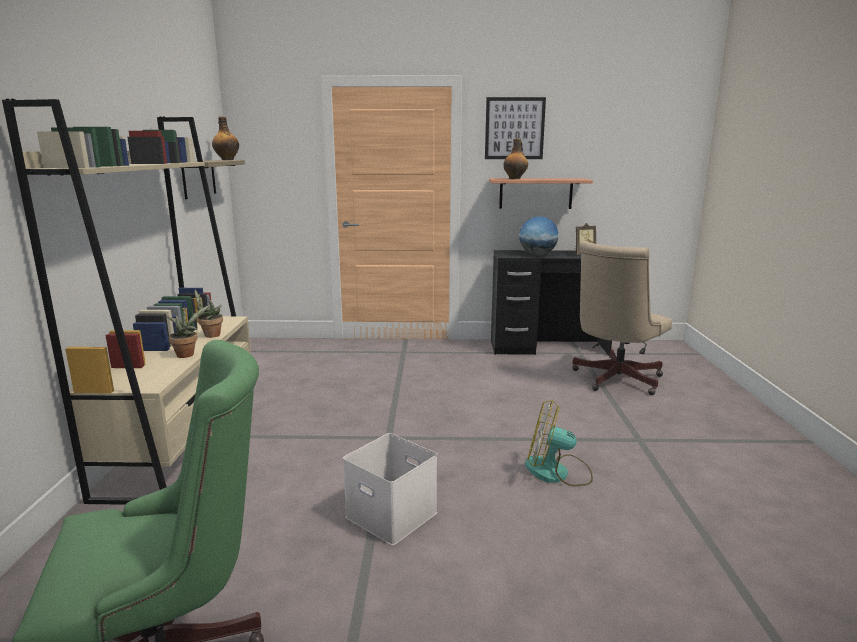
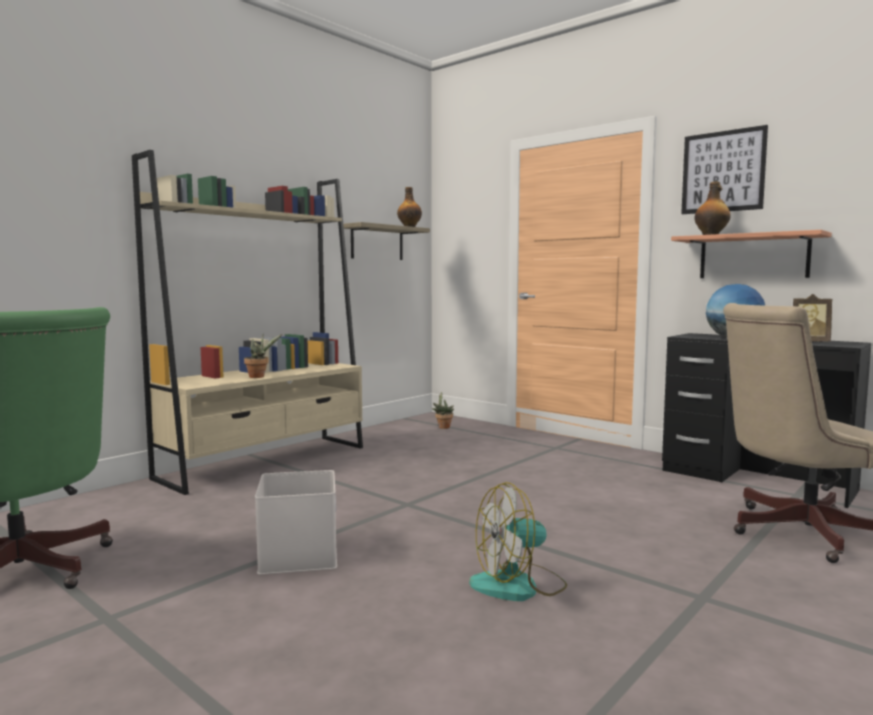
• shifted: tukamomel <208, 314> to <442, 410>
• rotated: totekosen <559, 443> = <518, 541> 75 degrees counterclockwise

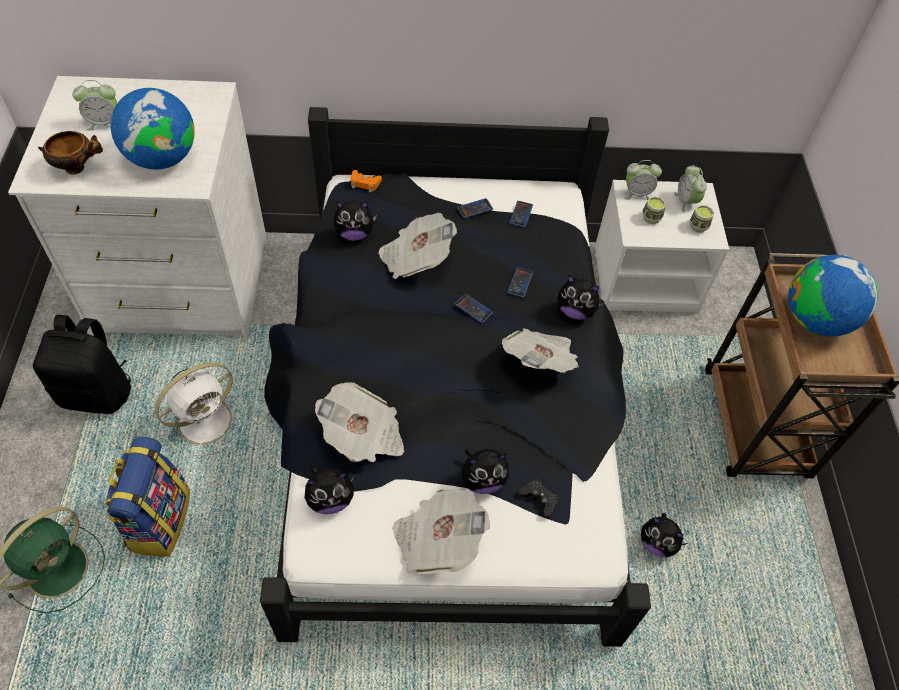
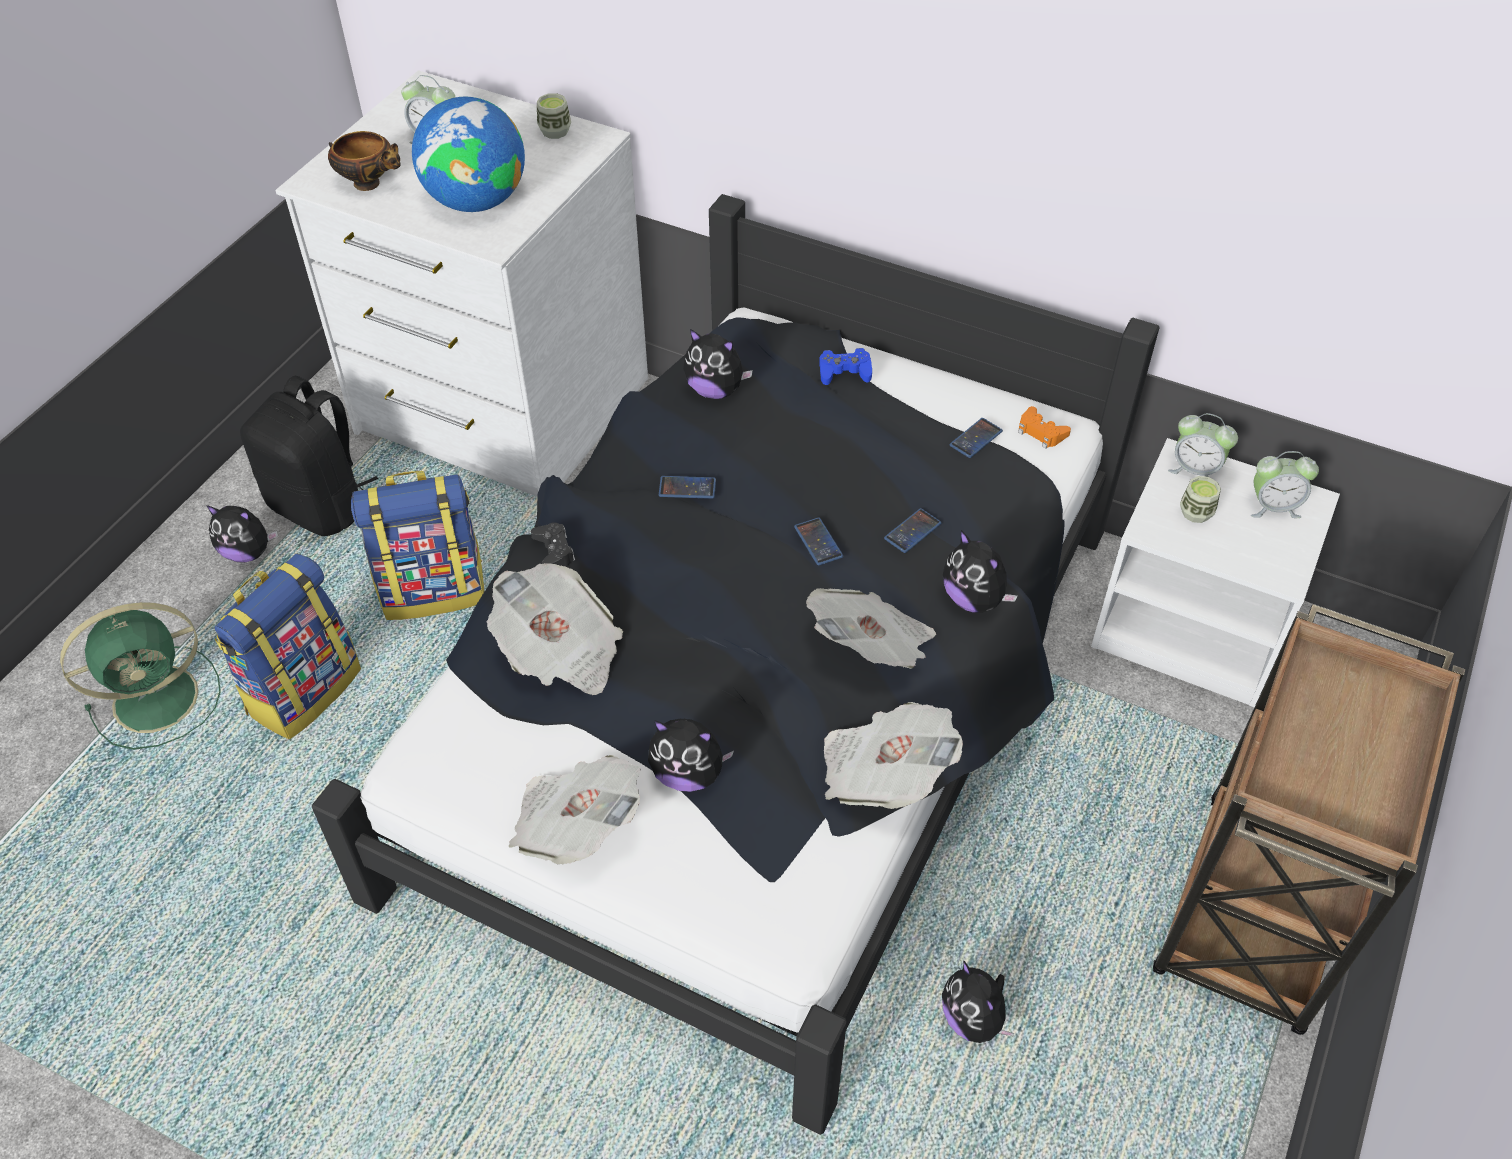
• gone: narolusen <833, 295>
• new: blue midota <845, 366>
• shifted: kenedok <330, 491> to <242, 533>
• shifted: orange midota <366, 181> to <1044, 427>
• shifted: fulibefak <417, 246> to <893, 755>
• shifted: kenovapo <475, 208> to <687, 487>
• shifted: black midota <539, 499> to <553, 544>
• shifted: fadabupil <702, 219> to <554, 116>
• swapped: white totekosen <200, 409> to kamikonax <418, 545>
• rotated: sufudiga <690, 189> = <1285, 484> 105 degrees counterclockwise

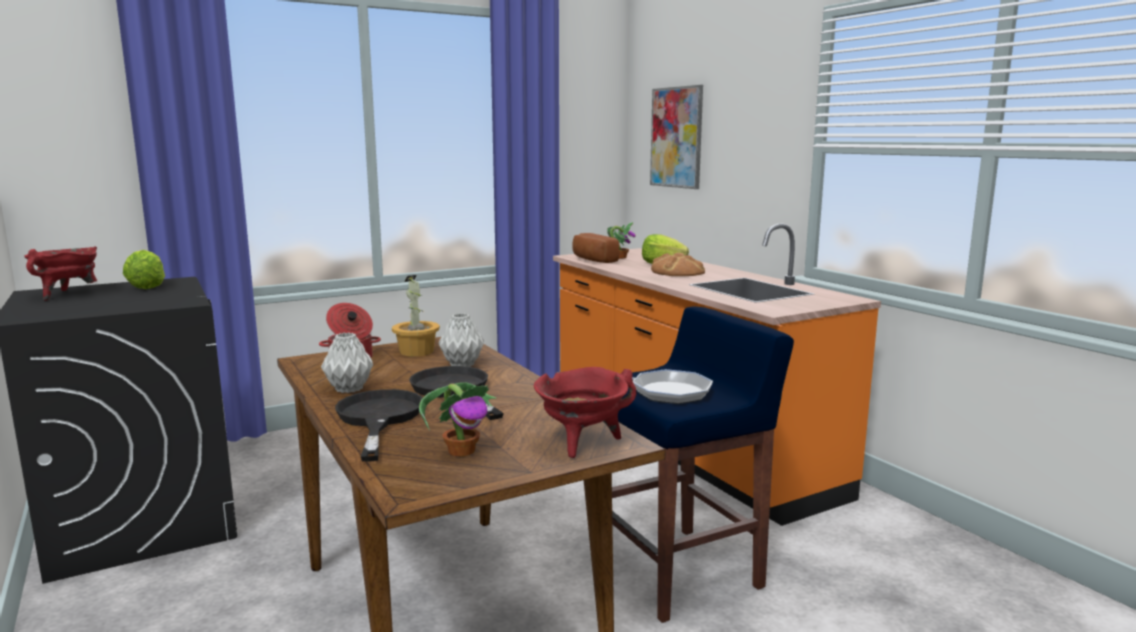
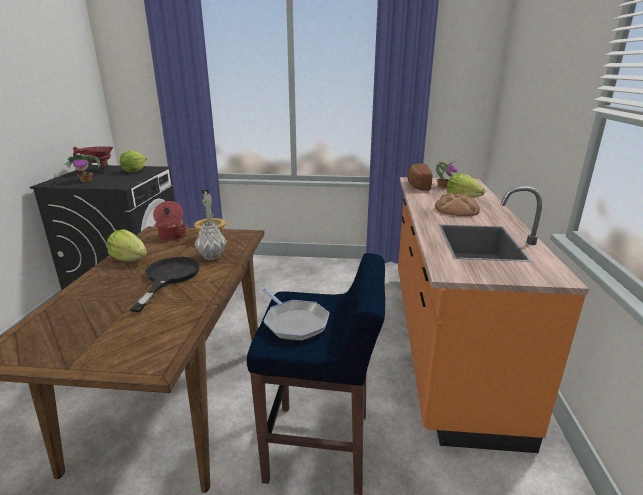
• gone: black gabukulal <379, 425>
• gone: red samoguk <585, 412>
• gone: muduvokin <676, 137>
• shifted: tukamomel <457, 419> to <82, 168>
• swapped: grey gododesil <347, 363> to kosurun <127, 245>

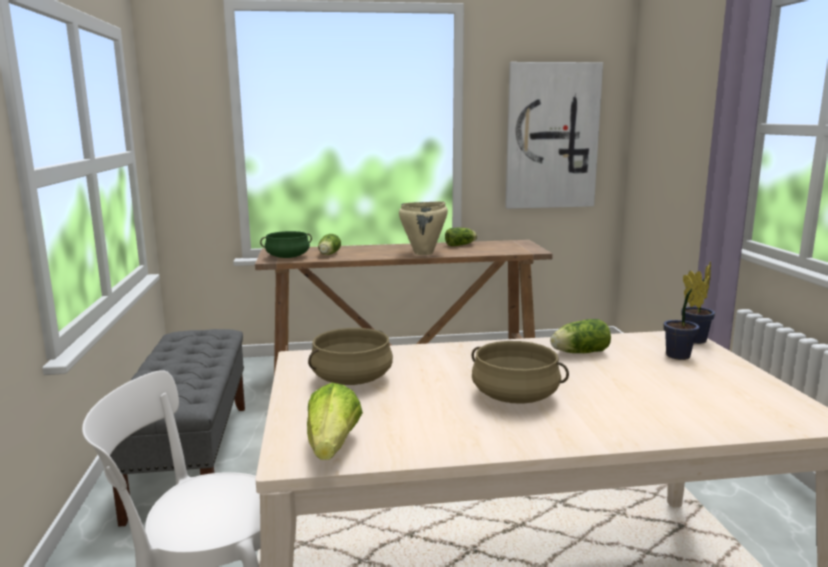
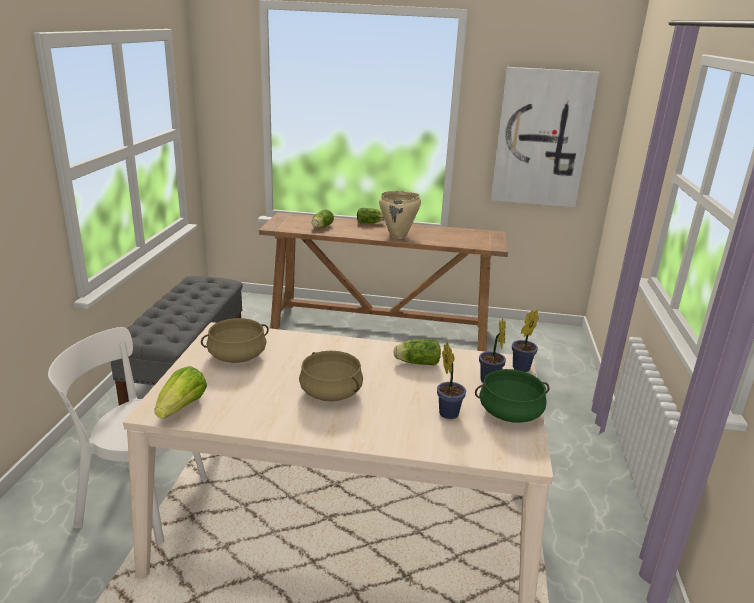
• new: tukamomel <451, 380>
• shifted: green samoguk <286, 244> to <512, 396>
• shifted: kosurun <461, 237> to <370, 216>

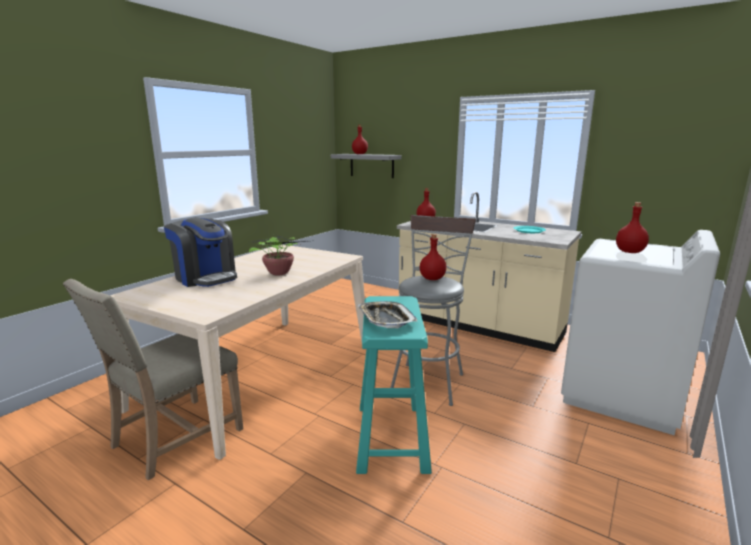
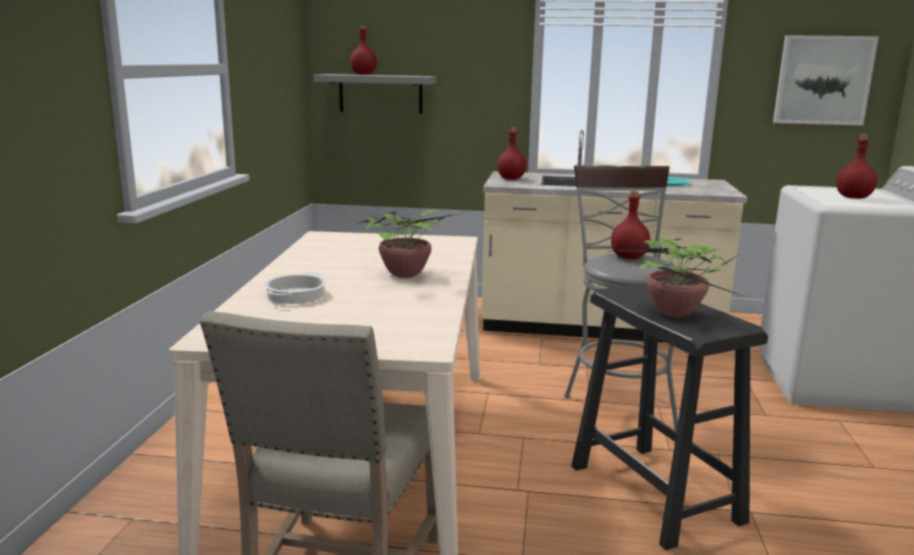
• new: muduvokin <826, 80>
• swapped: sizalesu <200, 252> to samoguk <295, 288>
• swapped: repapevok <388, 314> to tukamomel <680, 278>
• repainted: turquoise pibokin <394, 385> to black pibokin <669, 416>

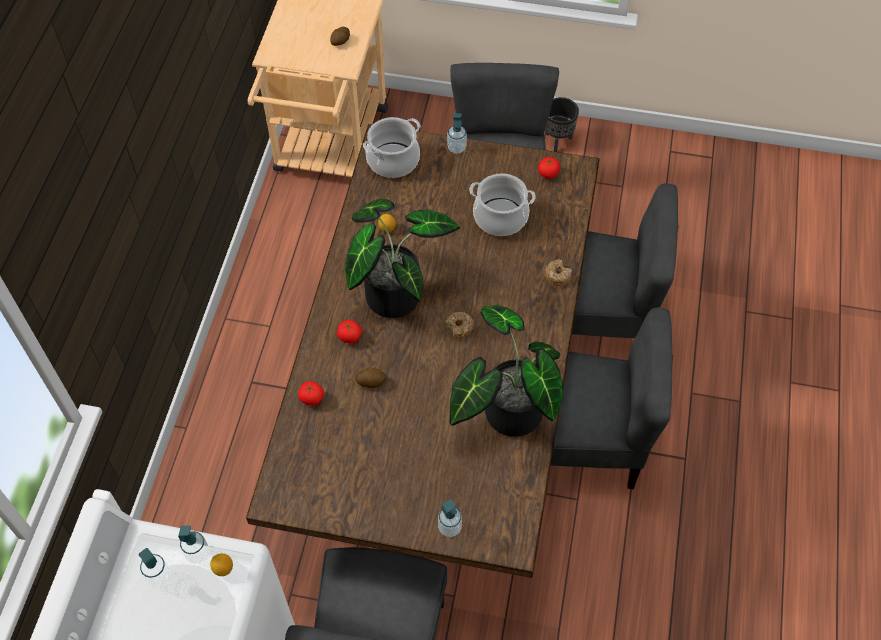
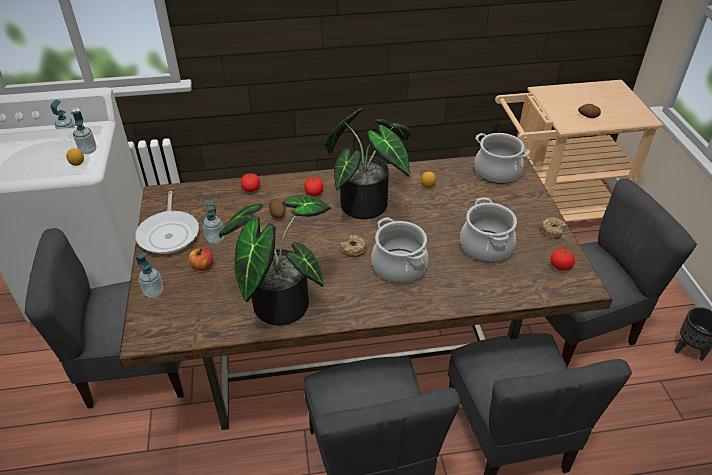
• new: gabukulal <167, 222>
• new: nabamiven <201, 259>
• new: samoguk <399, 250>
• shifted: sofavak <457, 133> to <213, 222>
• shifted: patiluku <558, 272> to <553, 228>

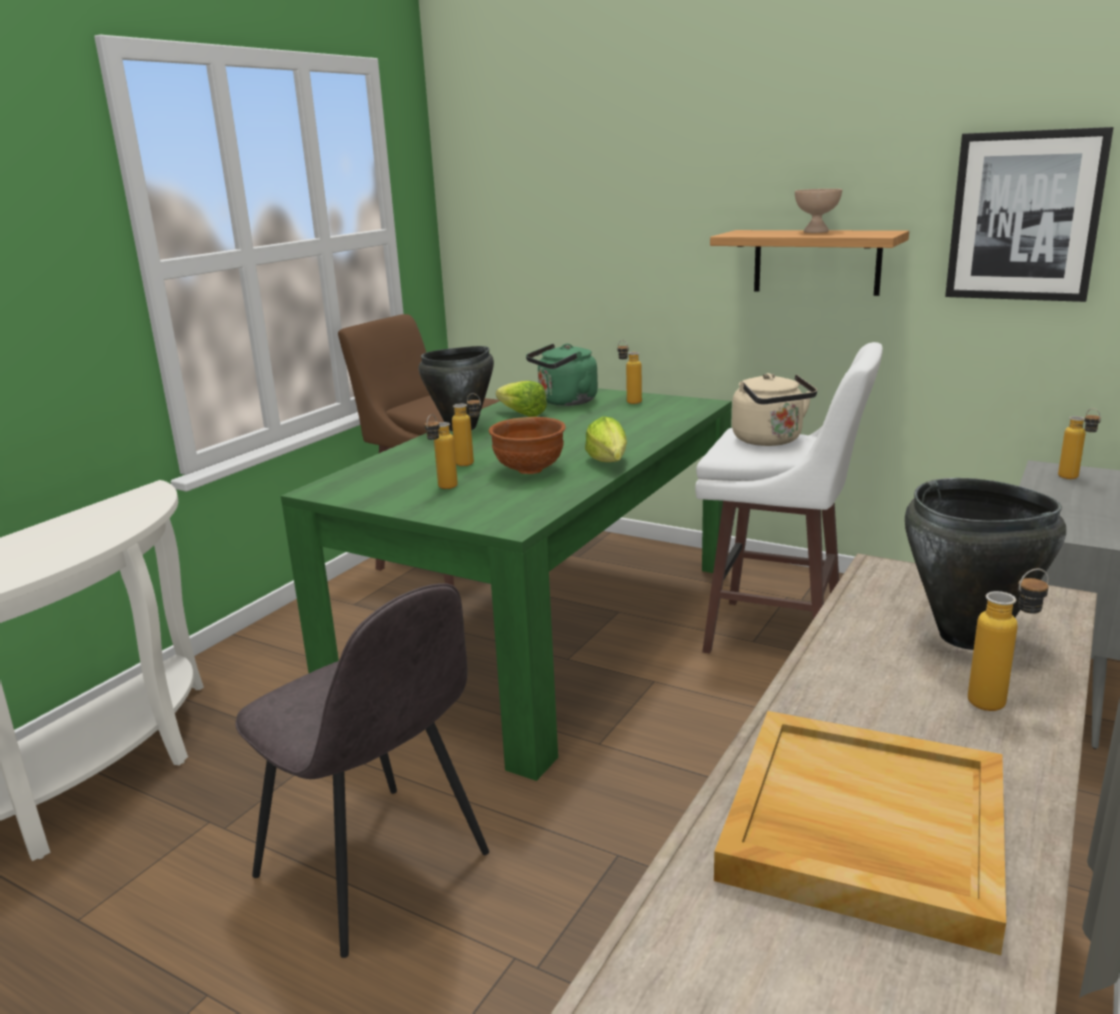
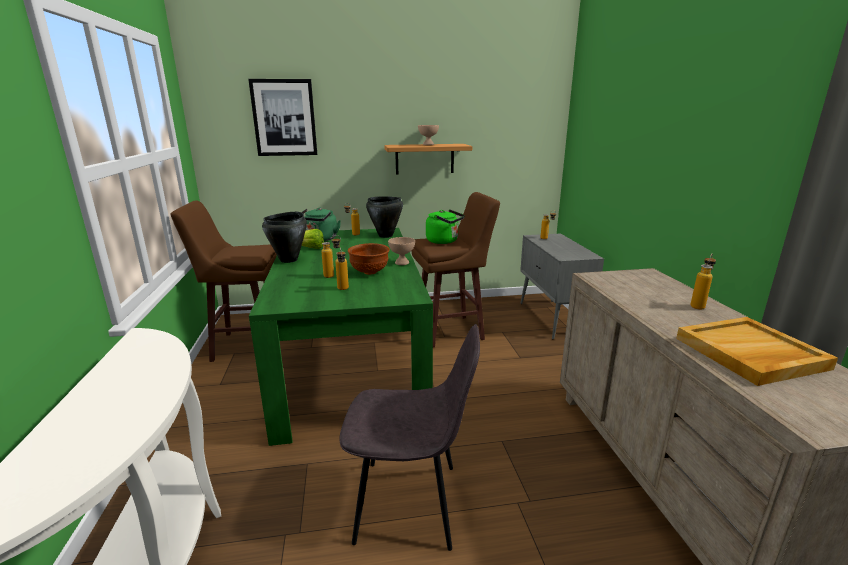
• shifted: black samoguk <985, 564> to <384, 217>
• shifted: muduvokin <1029, 214> to <282, 117>
• swapped: kosurun <606, 439> to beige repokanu <401, 251>
• repainted: white pibokin <789, 498> to brown pibokin <456, 269>
• repainted: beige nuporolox <774, 409> to green nuporolox <445, 226>

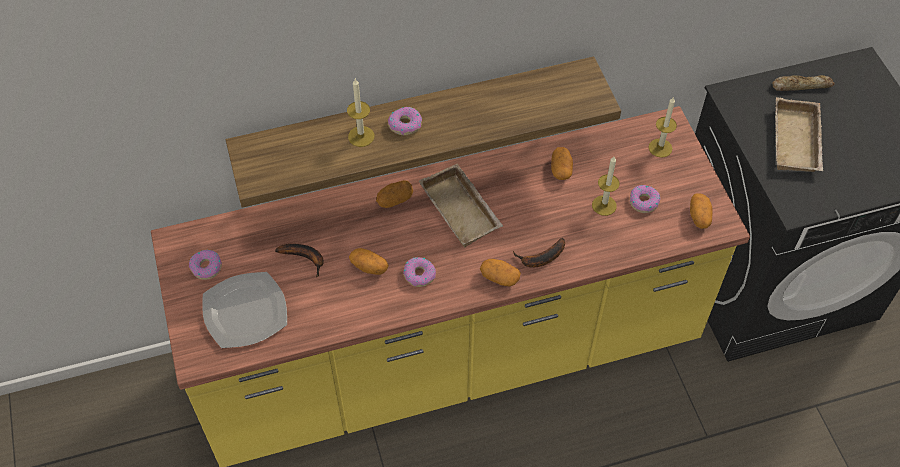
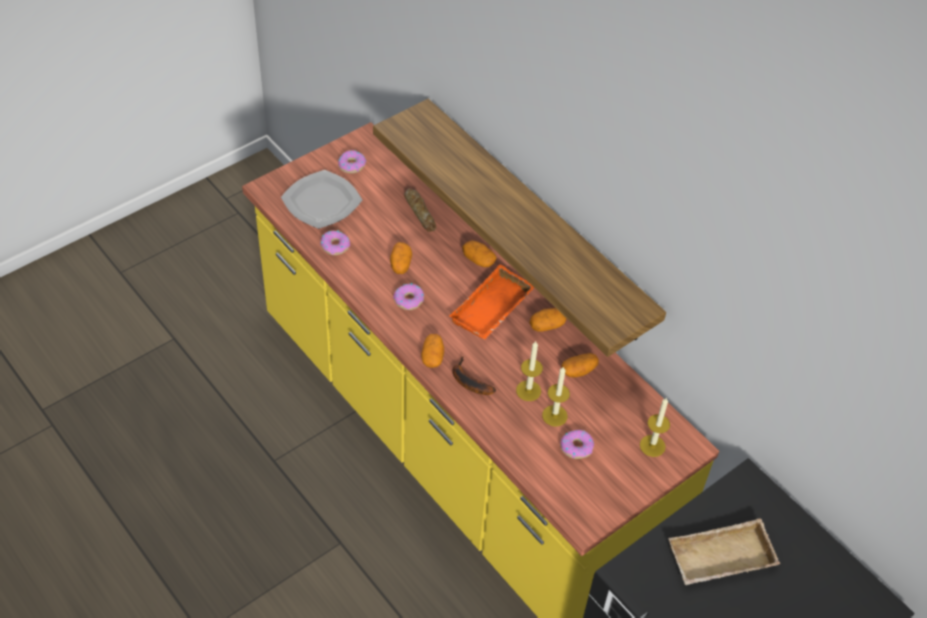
• gone: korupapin <299, 260>
• shifted: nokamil <360, 113> to <529, 371>
• shifted: patiluku <405, 121> to <335, 242>
• shifted: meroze <701, 211> to <548, 320>
• shifted: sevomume <803, 83> to <420, 210>
• repainted: beige repapevok <461, 205> to orange repapevok <491, 302>

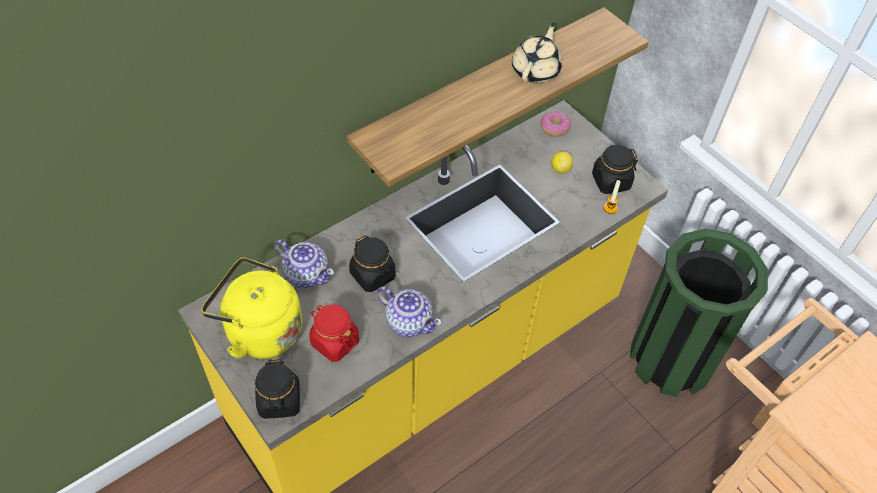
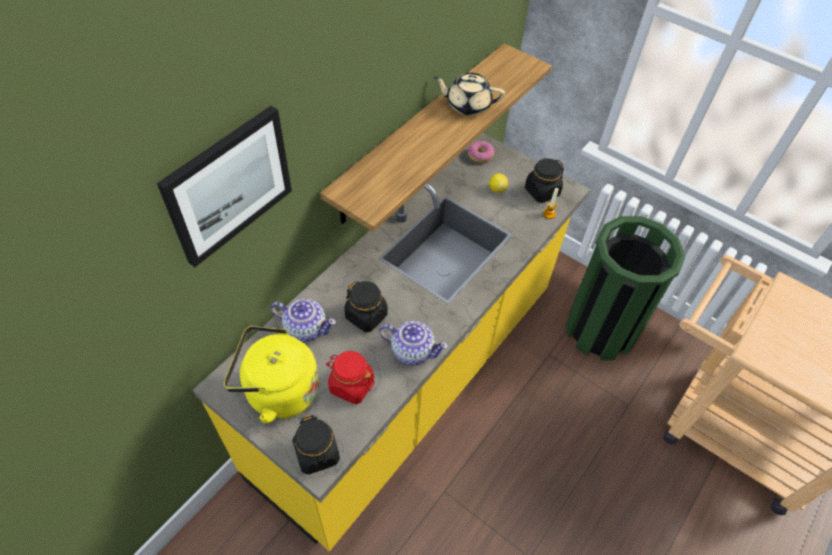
• new: muduvokin <224, 186>
• rotated: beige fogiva <537, 52> = <469, 94> 90 degrees counterclockwise

